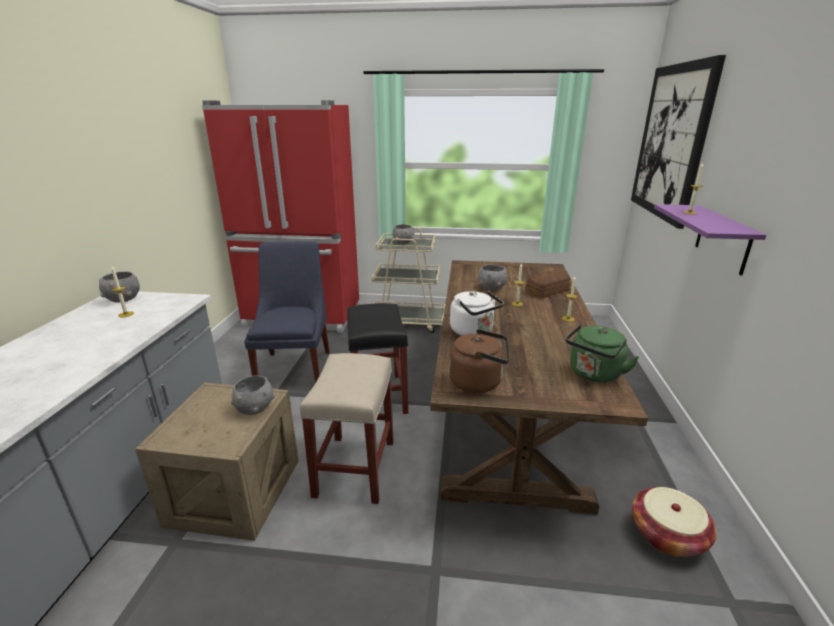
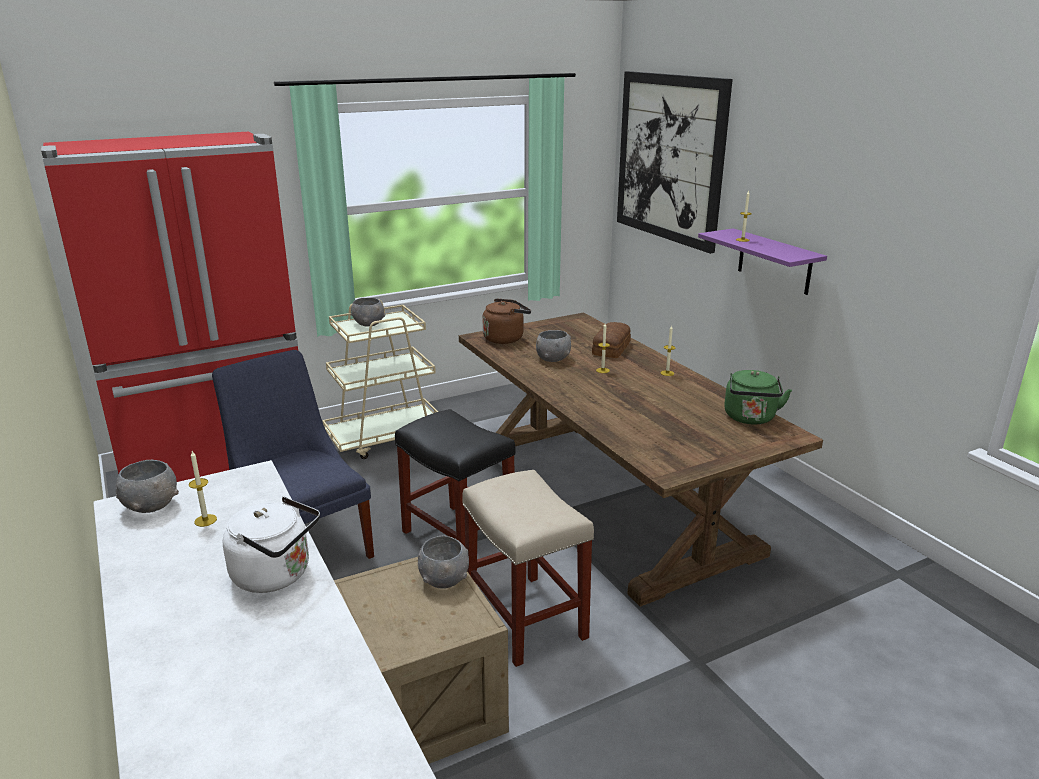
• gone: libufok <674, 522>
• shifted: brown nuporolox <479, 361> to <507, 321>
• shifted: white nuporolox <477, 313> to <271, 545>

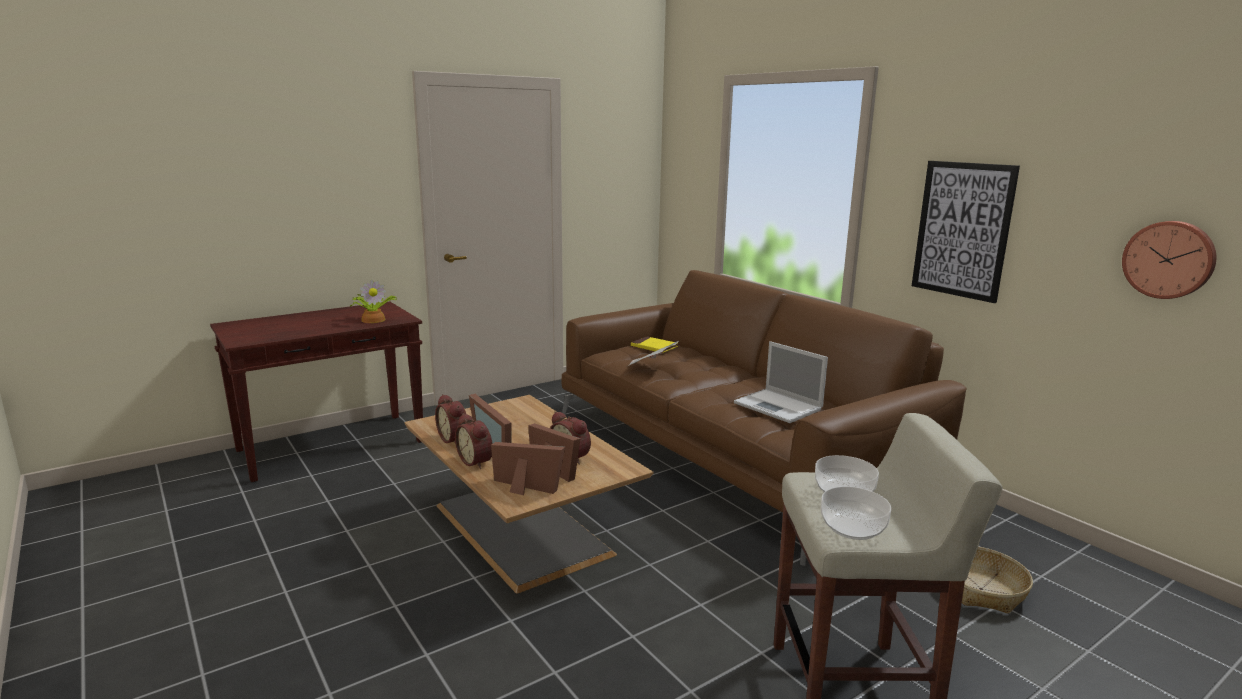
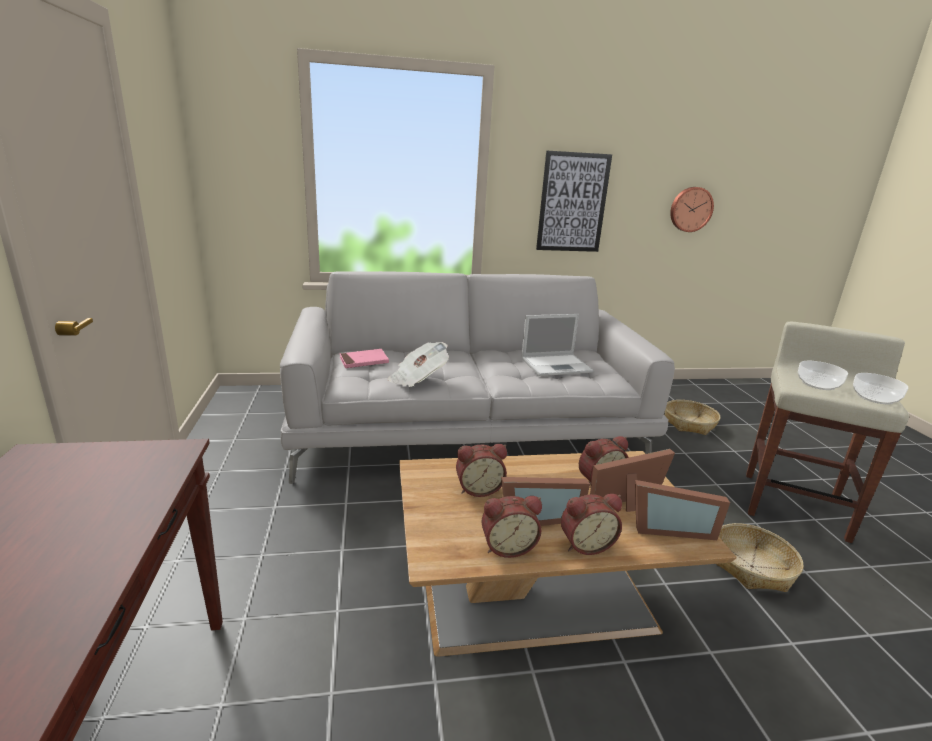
• gone: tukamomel <373, 301>
• new: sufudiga <481, 470>
• new: libufok <759, 557>
• repainted: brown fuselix <764, 418> to grey fuselix <477, 377>
• repainted: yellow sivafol <654, 344> to pink sivafol <364, 358>
• rotated: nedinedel <528, 468> = <682, 510> 135 degrees counterclockwise

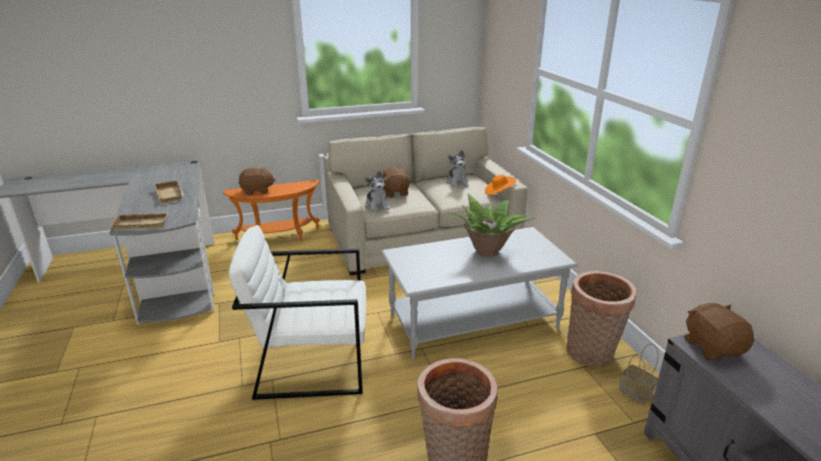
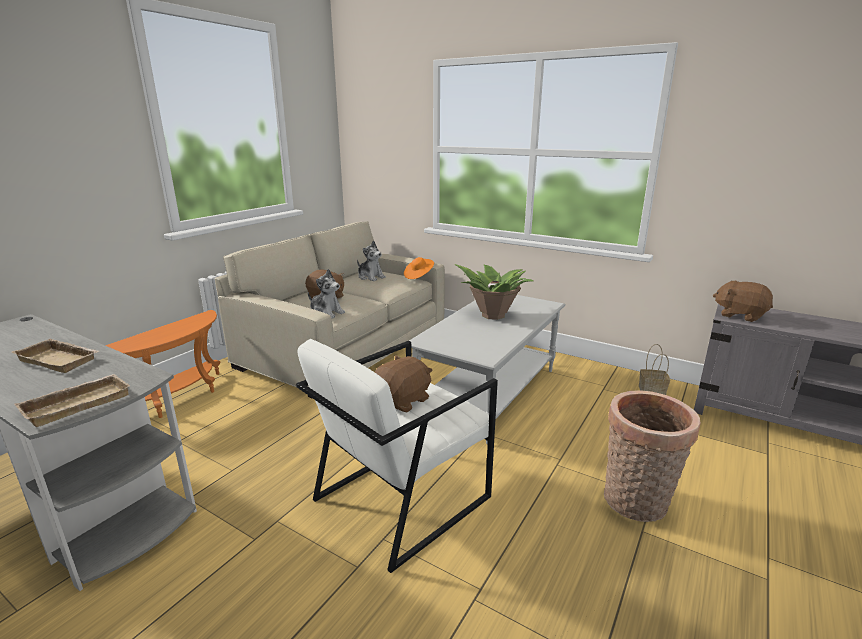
• gone: libufok <601, 319>
• shifted: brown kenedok <257, 181> to <404, 383>

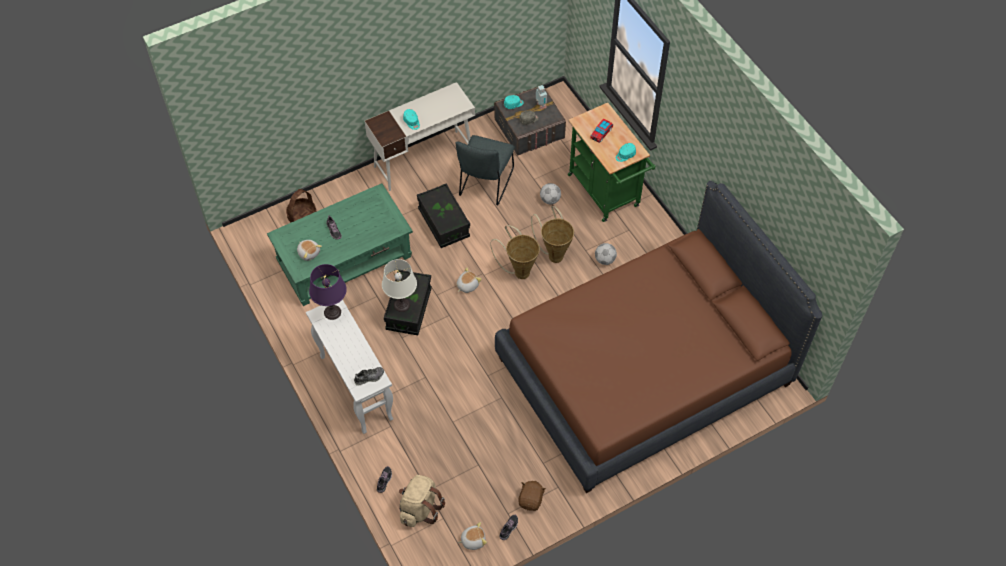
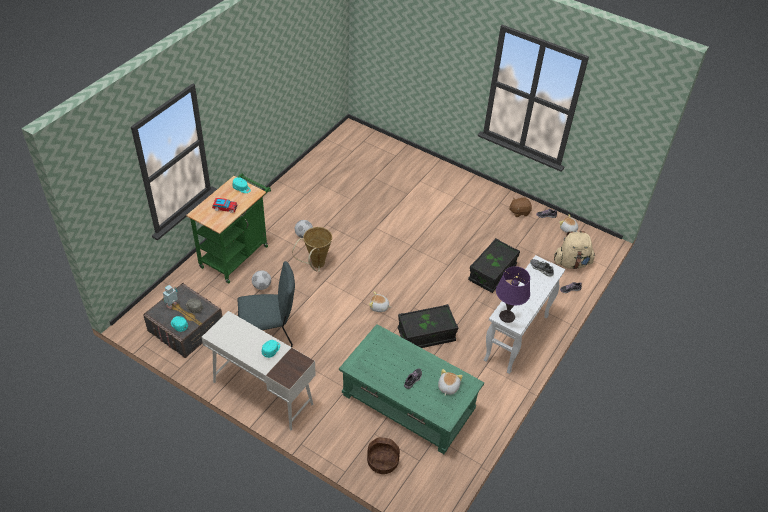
• gone: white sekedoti <399, 285>
• gone: libufok <515, 252>
• gone: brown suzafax <658, 337>
• shifted: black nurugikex <443, 215> to <494, 265>

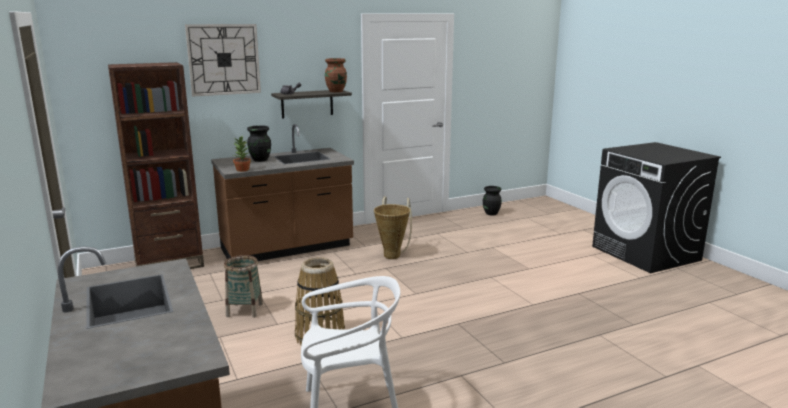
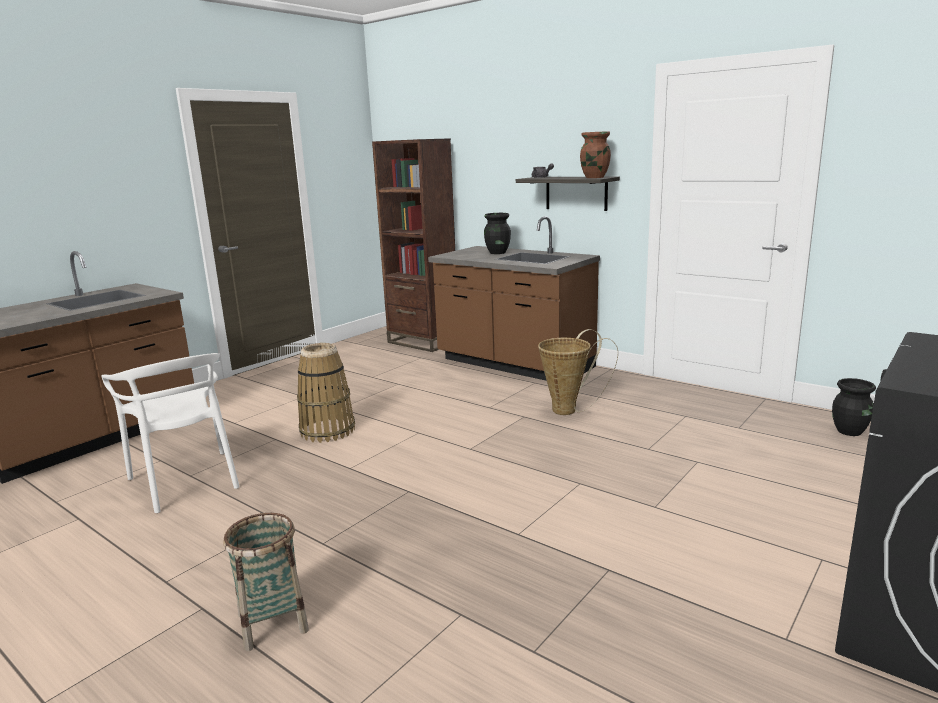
• gone: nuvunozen <223, 60>
• gone: tukamomel <242, 154>
• shifted: libufok <243, 286> to <266, 582>

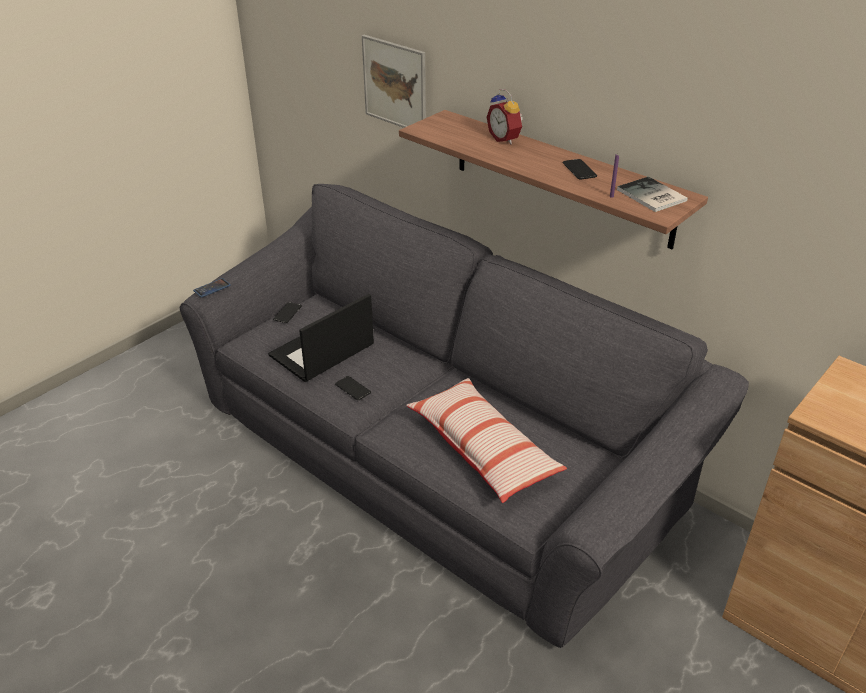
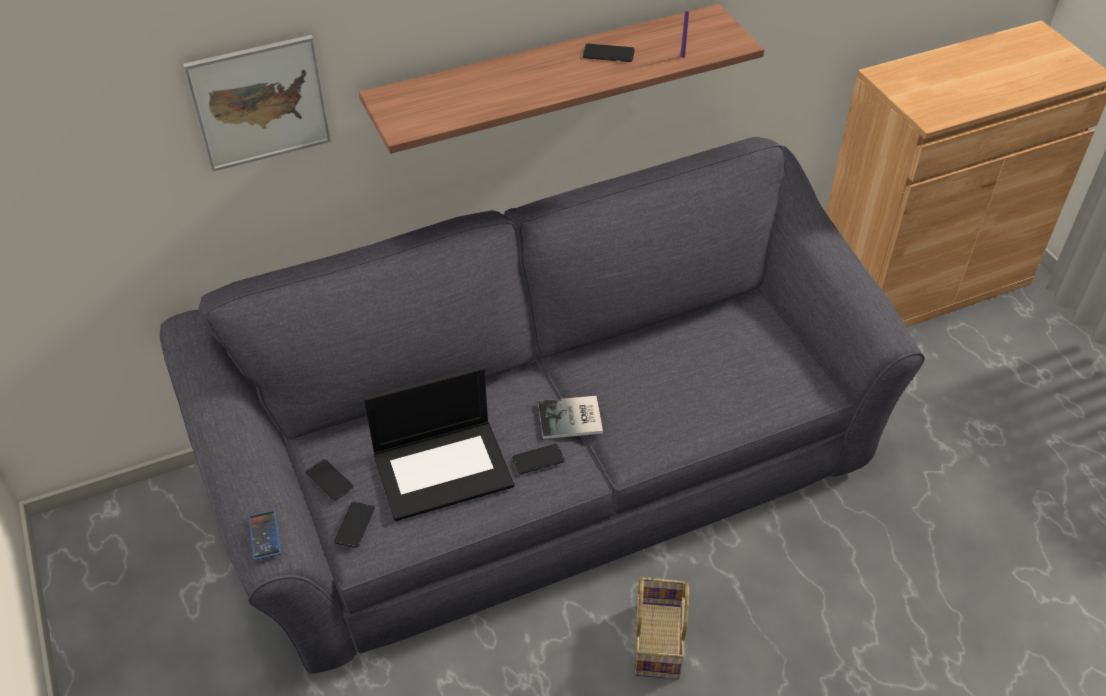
• gone: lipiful <486, 440>
• gone: sufudiga <505, 117>
• new: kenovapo <354, 525>
• new: libufok <662, 628>
• shifted: sivafol <652, 194> to <570, 417>
• rotated: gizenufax <321, 338> = <439, 443> 90 degrees counterclockwise

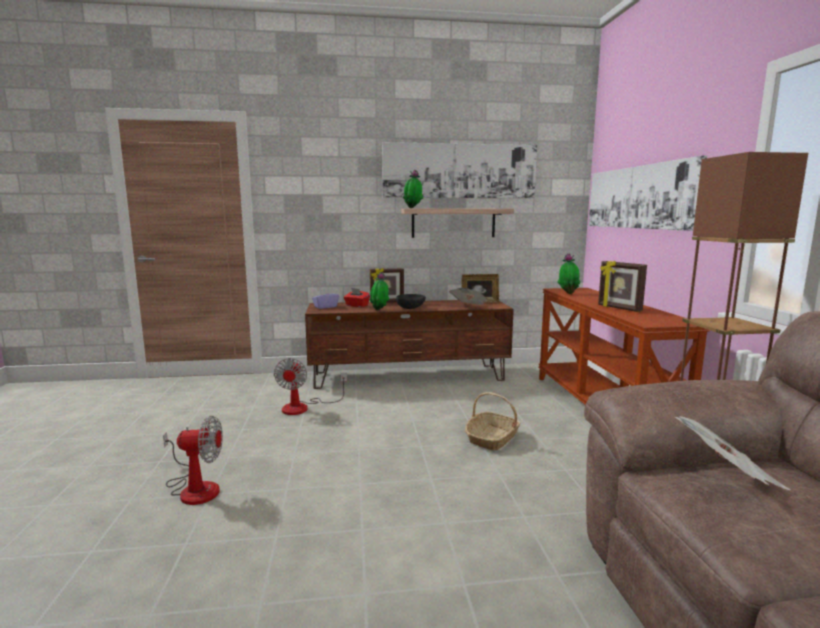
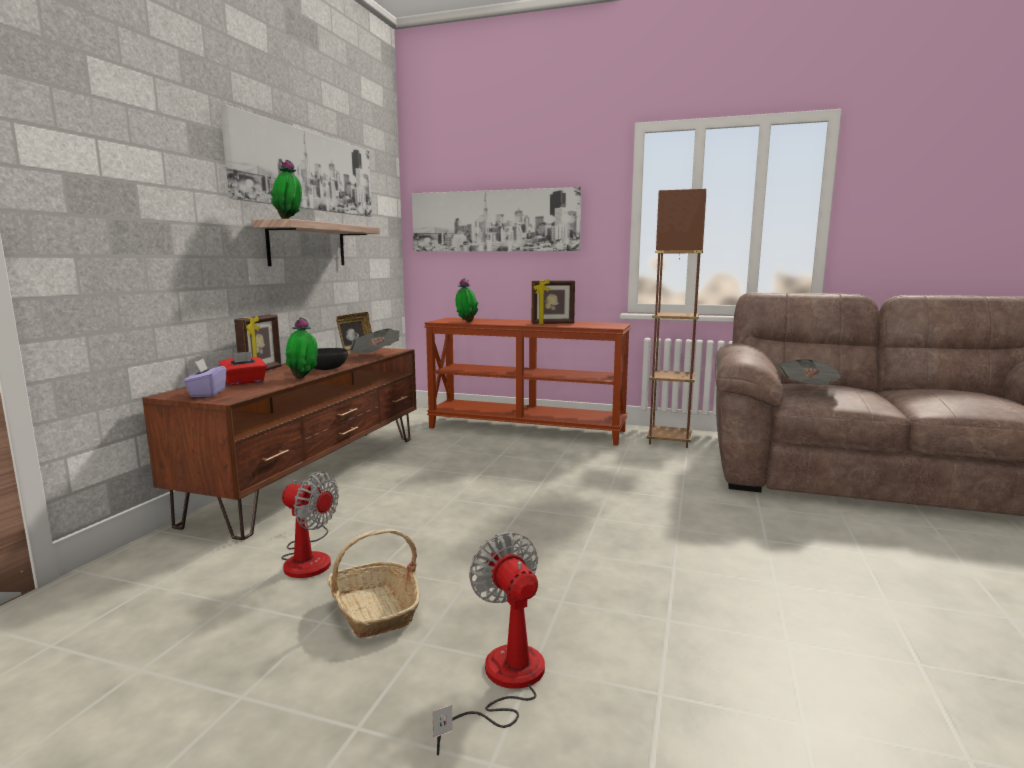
• shifted: libufok <492, 421> to <373, 583>
• rotated: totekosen <193, 460> = <488, 643> 45 degrees counterclockwise

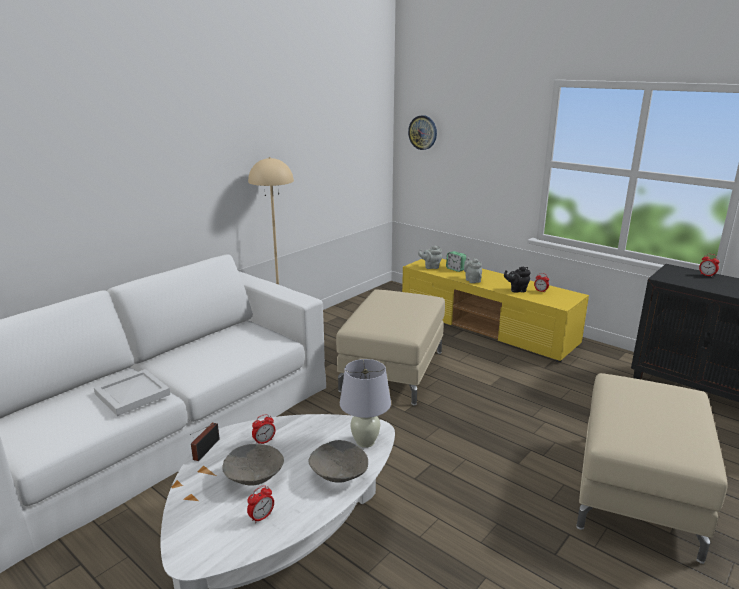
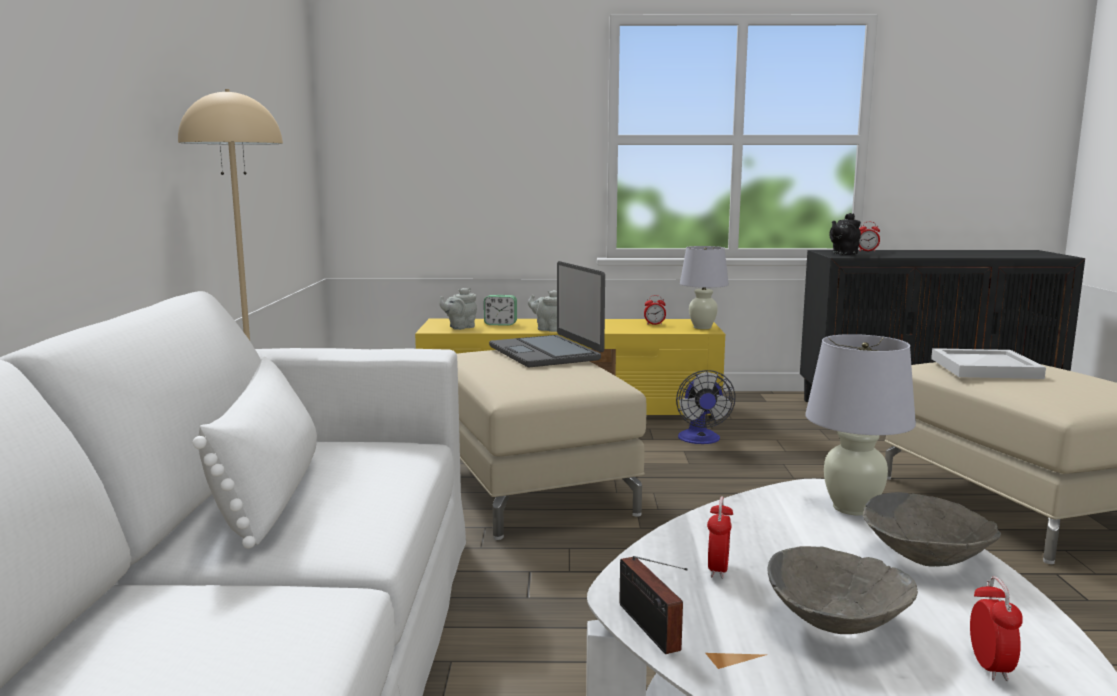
• gone: nuvunozen <422, 132>
• new: white lipiful <255, 452>
• new: gizenufax <547, 314>
• new: totekosen <706, 407>
• new: white sekedoti <704, 287>
• shifted: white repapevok <132, 392> to <988, 363>
• shifted: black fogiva <517, 280> to <845, 234>

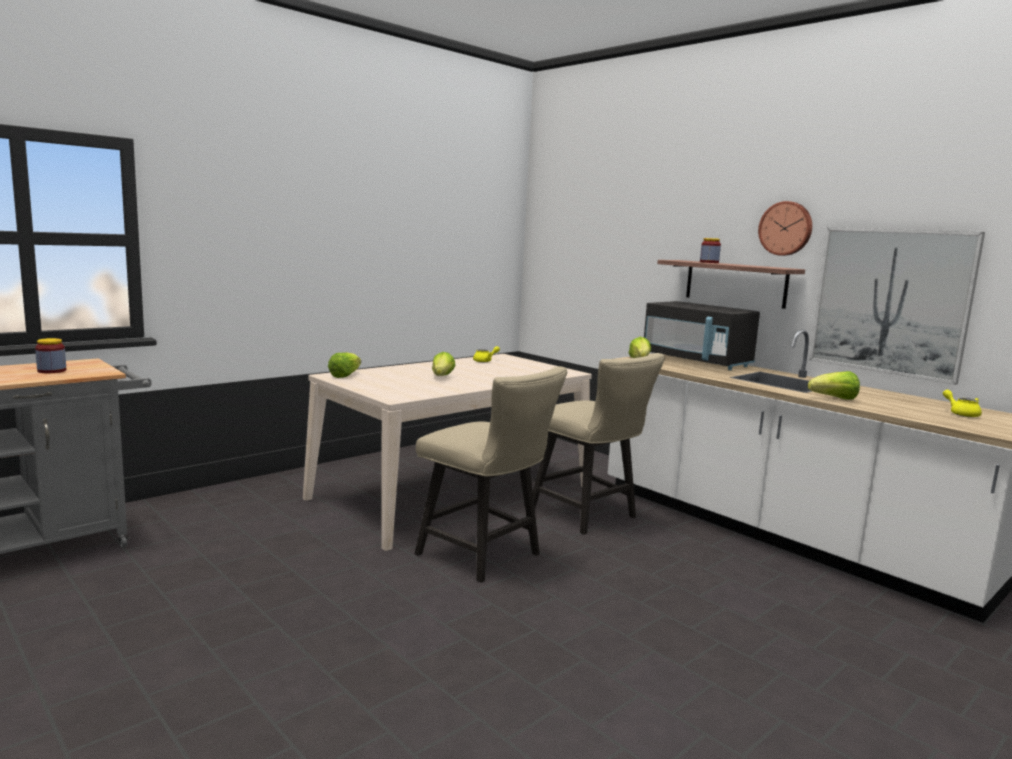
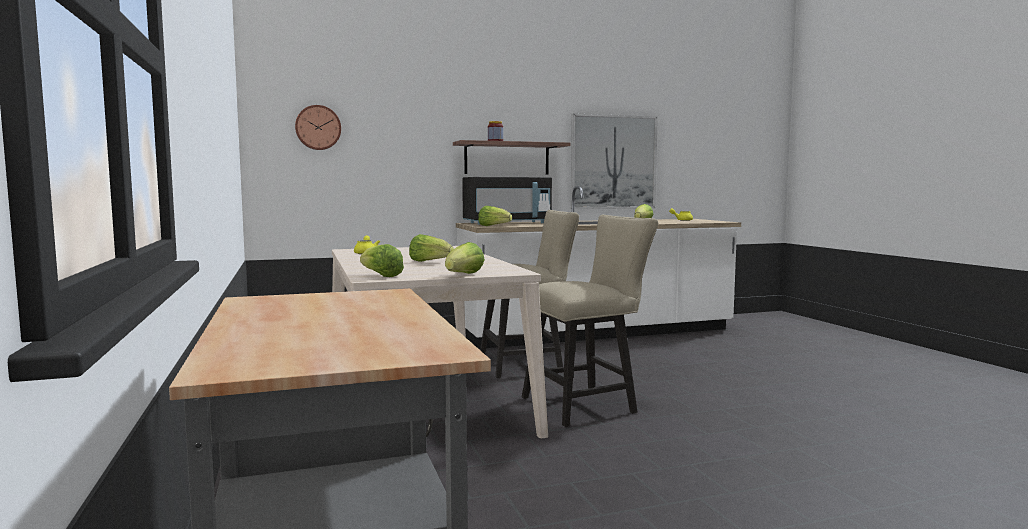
• gone: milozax <50, 355>
• new: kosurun <465, 258>
• shifted: nuvunozen <785, 228> to <318, 127>

